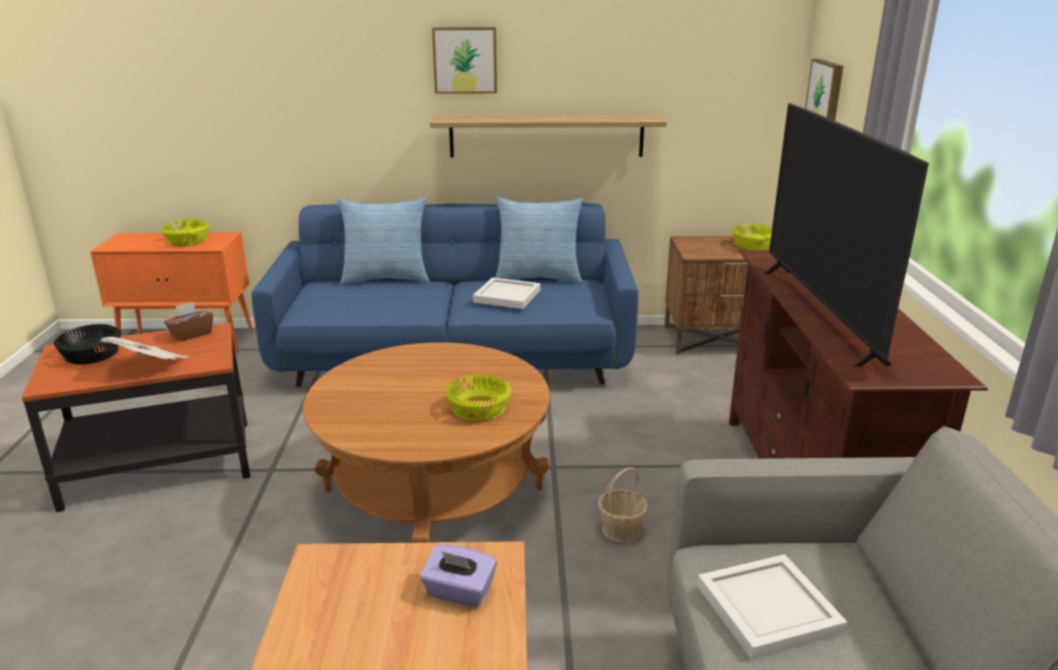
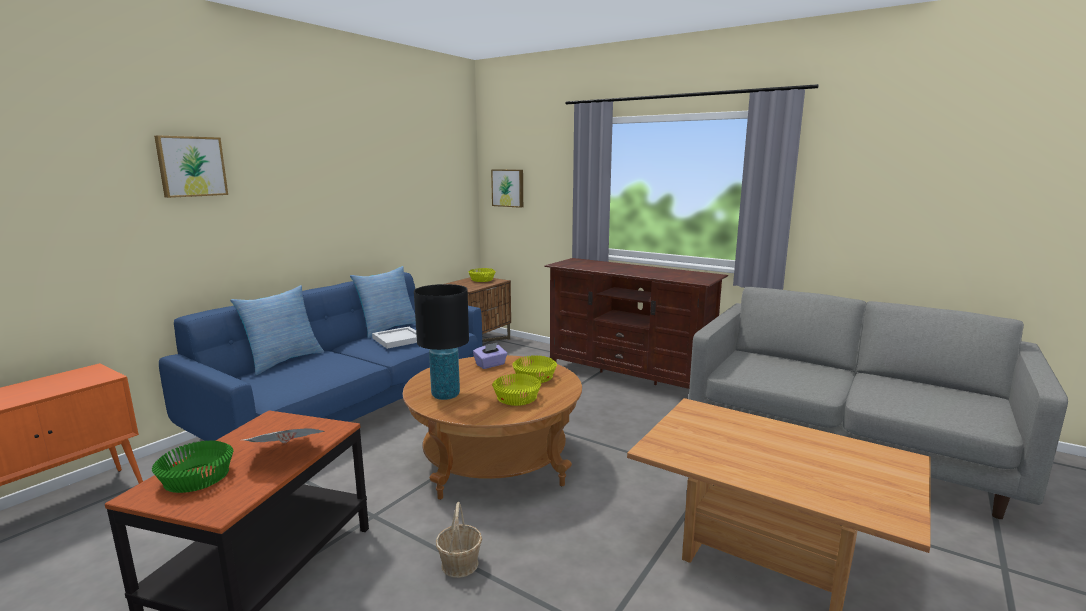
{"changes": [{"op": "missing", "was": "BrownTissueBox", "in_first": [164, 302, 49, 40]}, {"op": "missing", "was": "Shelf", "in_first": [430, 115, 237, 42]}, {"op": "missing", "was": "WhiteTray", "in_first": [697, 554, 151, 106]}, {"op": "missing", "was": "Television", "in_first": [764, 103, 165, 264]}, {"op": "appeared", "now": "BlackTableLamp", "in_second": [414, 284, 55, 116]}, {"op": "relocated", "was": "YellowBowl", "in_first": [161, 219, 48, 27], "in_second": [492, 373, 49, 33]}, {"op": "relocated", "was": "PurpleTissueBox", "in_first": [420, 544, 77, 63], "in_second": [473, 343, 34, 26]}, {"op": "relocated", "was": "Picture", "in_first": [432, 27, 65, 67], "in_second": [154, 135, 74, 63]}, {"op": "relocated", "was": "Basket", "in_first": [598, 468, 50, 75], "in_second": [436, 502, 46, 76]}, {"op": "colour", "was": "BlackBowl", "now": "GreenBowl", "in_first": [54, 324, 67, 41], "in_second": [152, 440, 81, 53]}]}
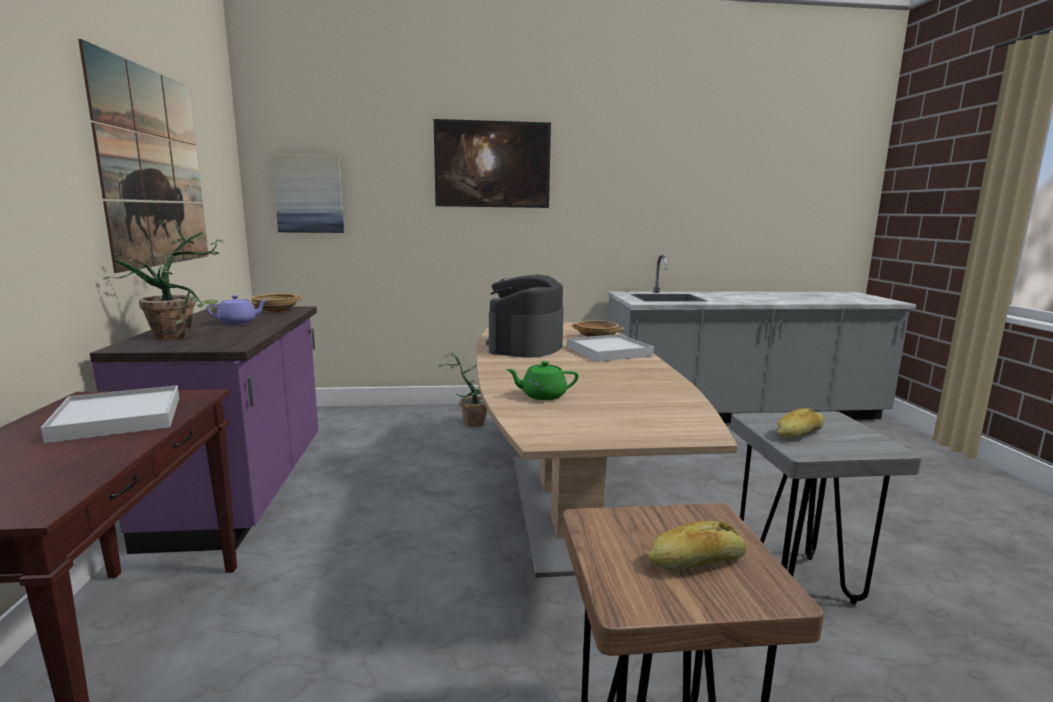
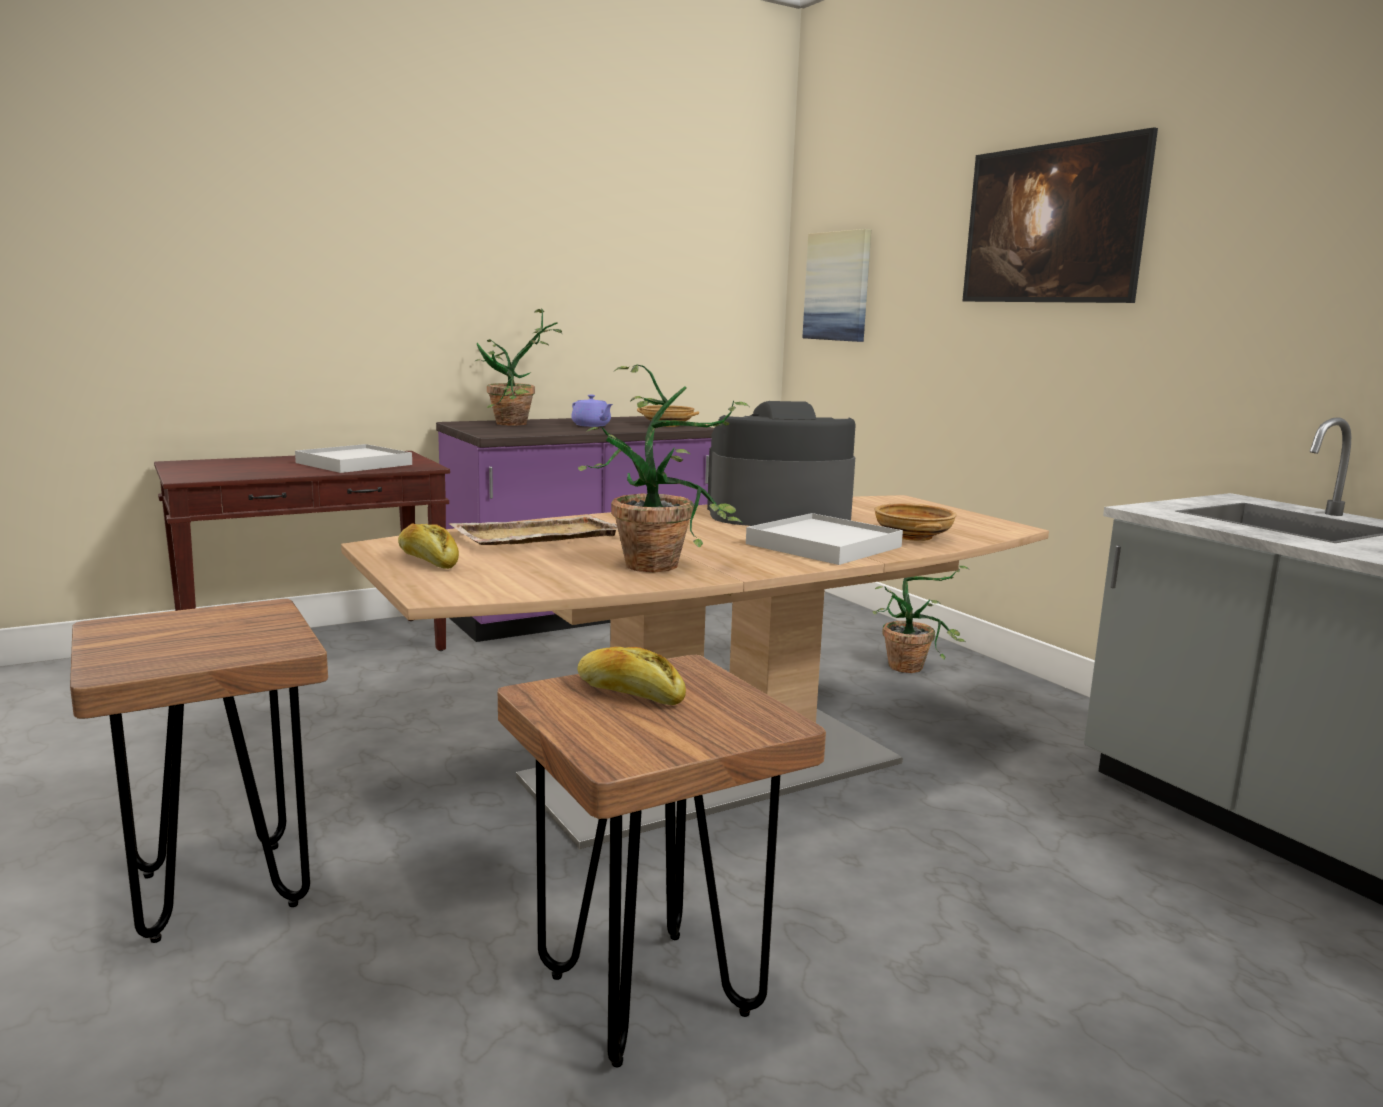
{"changes": [{"op": "missing", "was": "Picture", "in_first": [78, 39, 131, 234]}, {"op": "appeared", "now": "PottedPlant", "in_second": [578, 365, 172, 207]}, {"op": "relocated", "was": "Bread", "in_first": [648, 521, 98, 49], "in_second": [398, 523, 61, 46]}, {"op": "exchanged", "was": "GreenTeapot", "now": "BeigeTray", "in_first": [506, 361, 72, 39], "in_second": [450, 515, 168, 30]}, {"op": "colour", "was": "GreyStool", "now": "BrownStool", "in_first": [730, 411, 192, 193], "in_second": [498, 655, 328, 413]}]}
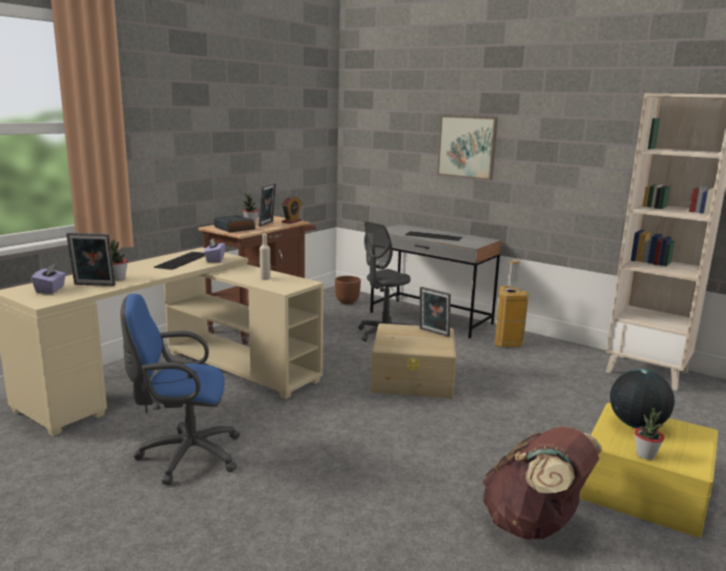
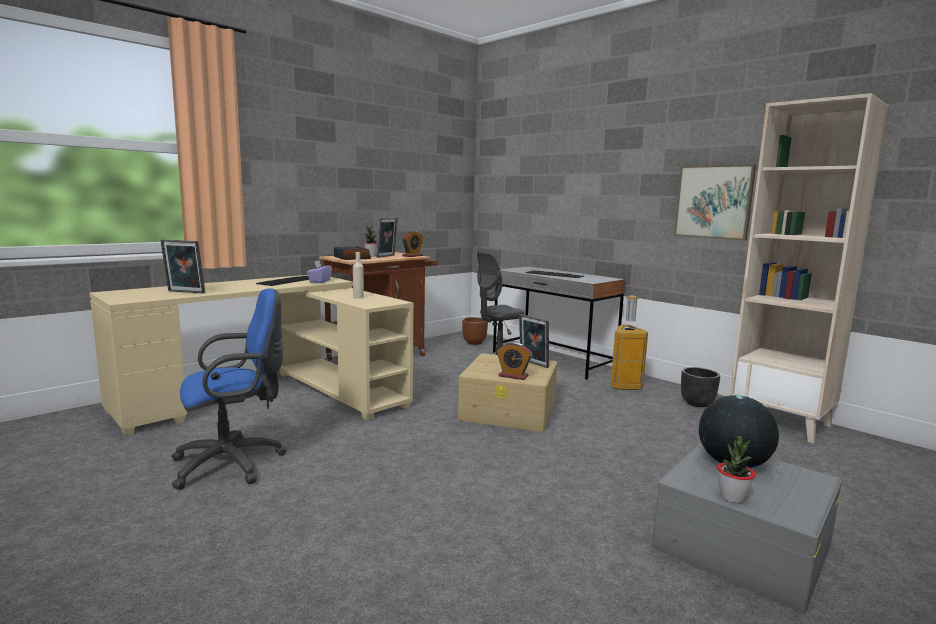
{"changes": [{"op": "missing", "was": "PurpleTissueBox", "in_first": [31, 264, 35, 29]}, {"op": "missing", "was": "PottedPlant", "in_first": [110, 239, 18, 41]}, {"op": "missing", "was": "BrownBackpack", "in_first": [482, 427, 120, 113]}, {"op": "appeared", "now": "AlarmClock", "in_second": [497, 342, 35, 38]}, {"op": "appeared", "now": "BlackPlanter", "in_second": [681, 367, 39, 40]}, {"op": "relocated", "was": "Picture", "in_first": [437, 115, 61, 65], "in_second": [674, 164, 82, 76]}, {"op": "colour", "was": "YellowStorageBox", "now": "GreyStorageBox", "in_first": [580, 403, 138, 135], "in_second": [652, 443, 190, 170]}, {"op": "spun", "was": "BlueOfficeChair", "in_first": [120, 294, 120, 191], "in_second": [171, 288, 116, 202], "clockwise": 150}]}
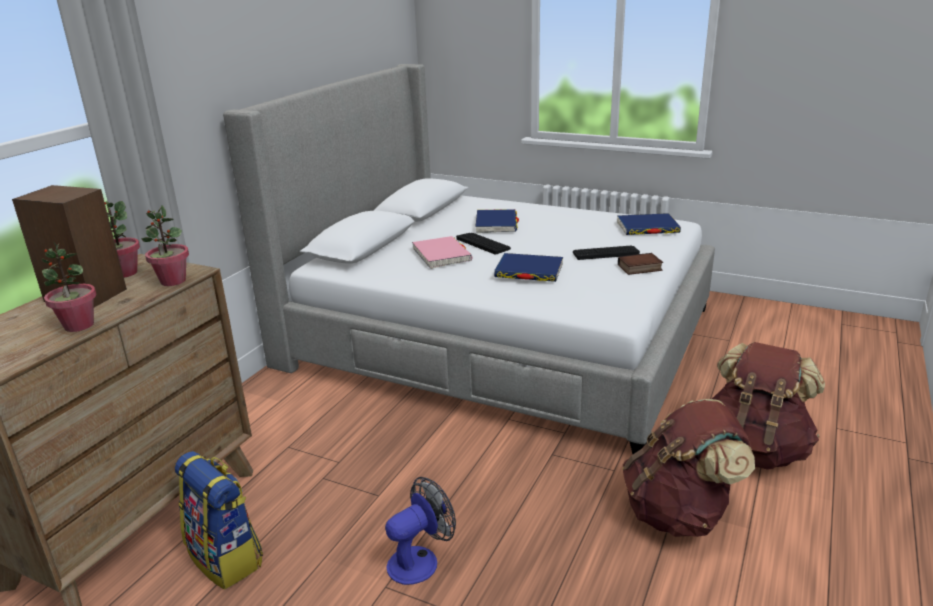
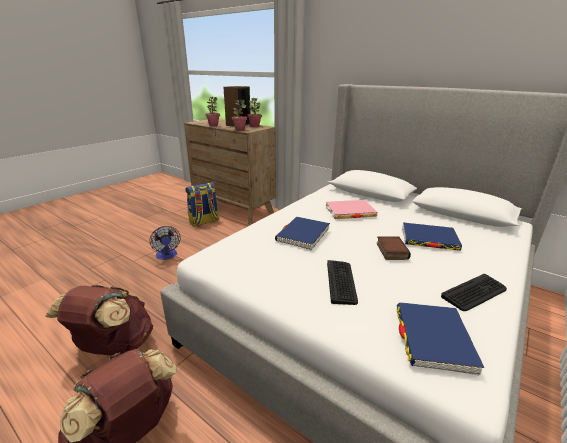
{"changes": [{"op": "relocated", "was": "Keyboard", "in_first": [456, 233, 55, 22], "in_second": [441, 274, 66, 37]}, {"op": "relocated", "was": "Book", "in_first": [618, 253, 45, 22], "in_second": [376, 237, 35, 23]}]}
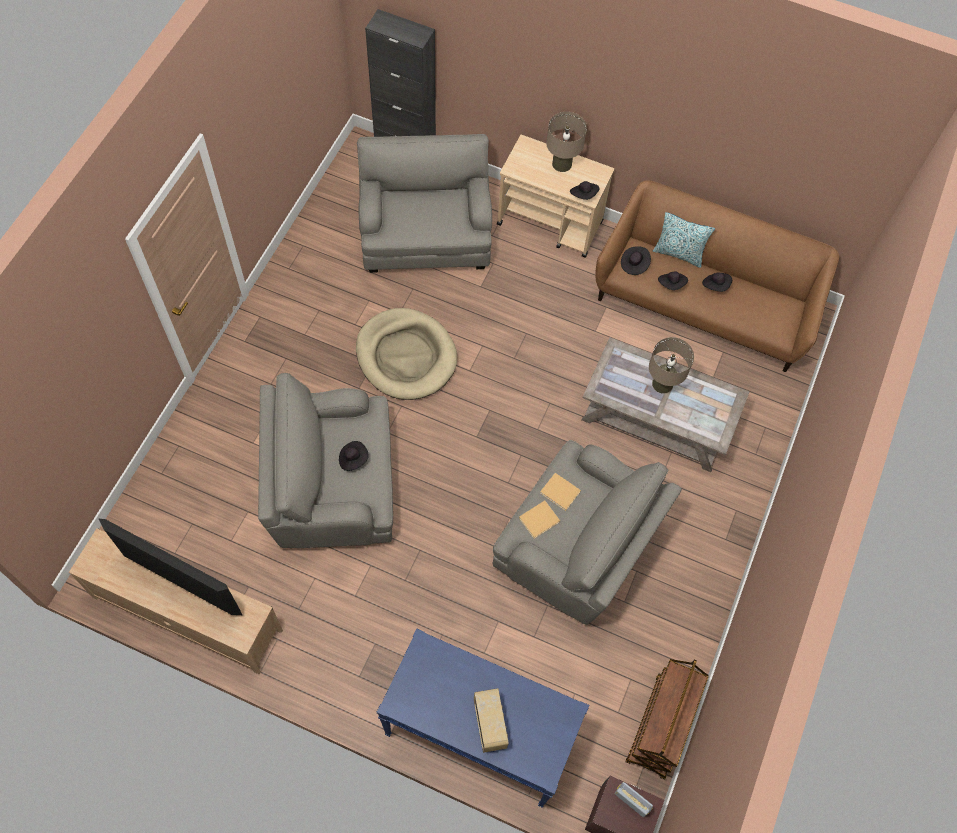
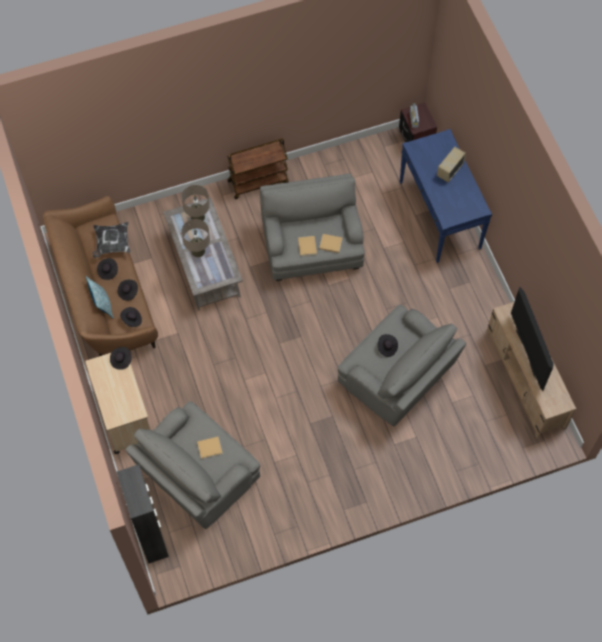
{"changes": [{"op": "missing", "was": "BeigeDogBed", "in_first": [356, 308, 101, 92]}, {"op": "appeared", "now": "Pillow", "in_second": [93, 222, 38, 36]}, {"op": "appeared", "now": "BeigeBook", "in_second": [197, 437, 26, 22]}, {"op": "relocated", "was": "BeigeTableLamp", "in_first": [546, 112, 41, 60], "in_second": [182, 185, 28, 36]}, {"op": "relocated", "was": "BrownCart", "in_first": [625, 659, 84, 121], "in_second": [227, 139, 62, 60]}]}
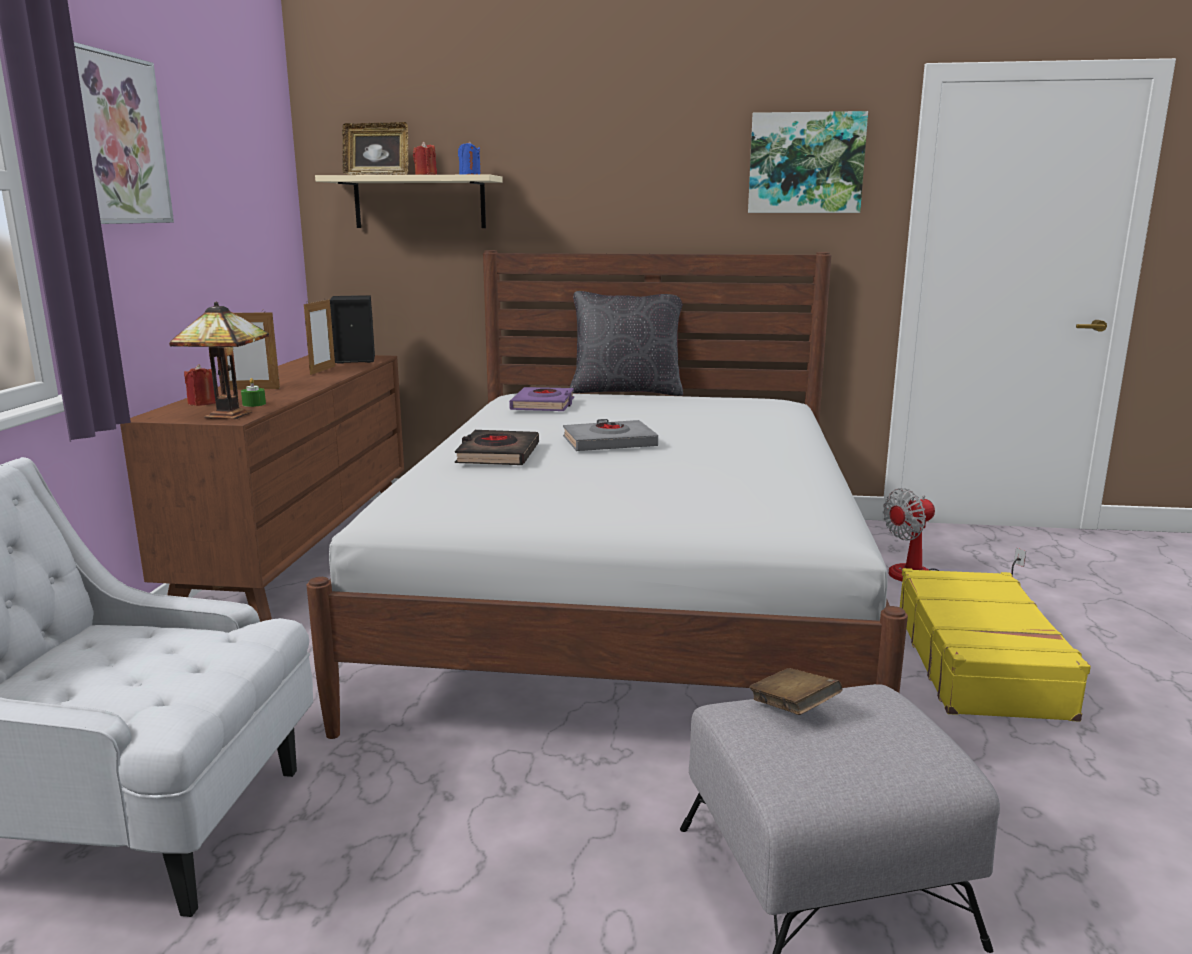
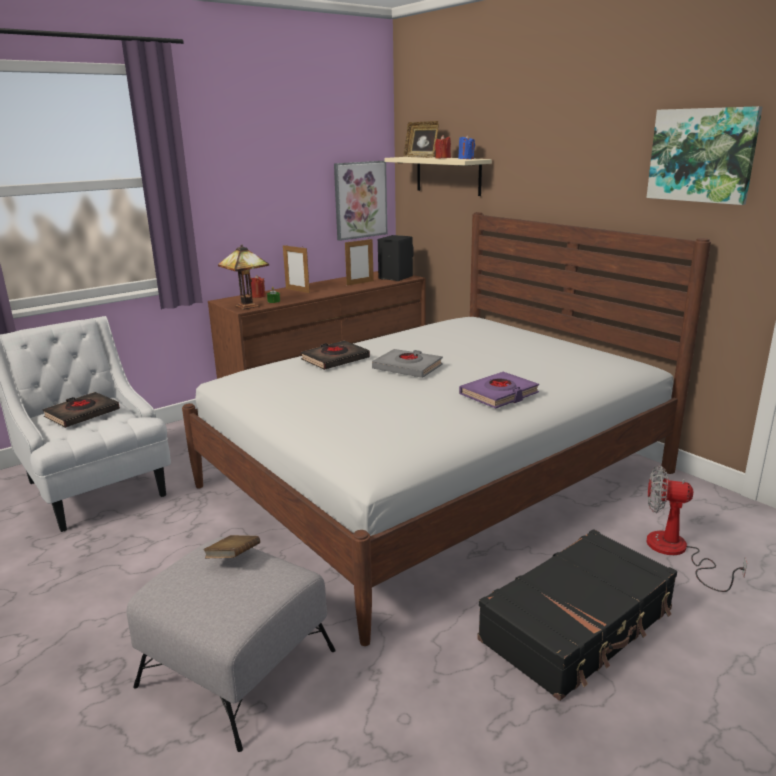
{"changes": [{"op": "missing", "was": "BlackPillow", "in_first": [570, 291, 113, 105]}, {"op": "appeared", "now": "BlackBook", "in_second": [42, 392, 78, 36]}, {"op": "relocated", "was": "Picture", "in_first": [74, 42, 100, 182], "in_second": [334, 161, 53, 80]}, {"op": "relocated", "was": "PurpleBook", "in_first": [509, 387, 65, 24], "in_second": [459, 372, 80, 37]}, {"op": "colour", "was": "YellowSuitcase", "now": "BlackSuitcase", "in_first": [900, 568, 191, 154], "in_second": [477, 529, 200, 172]}]}
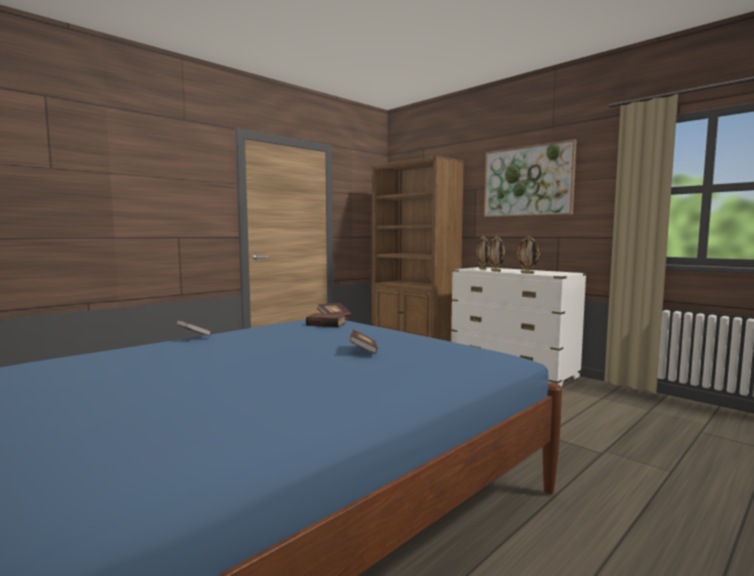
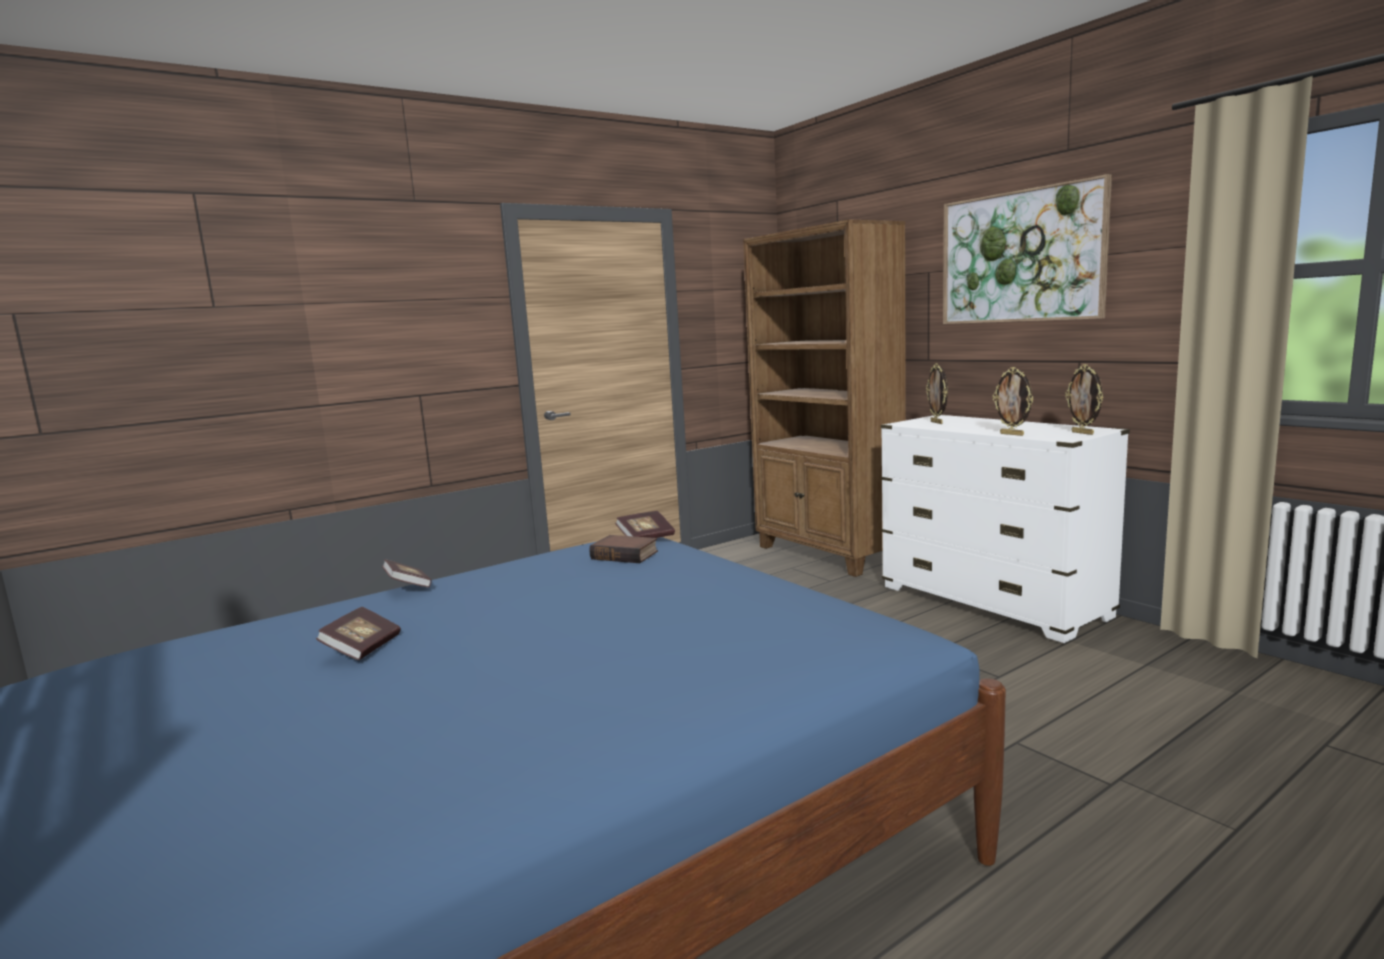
{"changes": [{"op": "relocated", "was": "Book", "in_first": [349, 329, 29, 25], "in_second": [316, 607, 85, 54]}, {"op": "relocated", "was": "PictureFrame", "in_first": [488, 236, 17, 36], "in_second": [1065, 364, 38, 71]}]}
